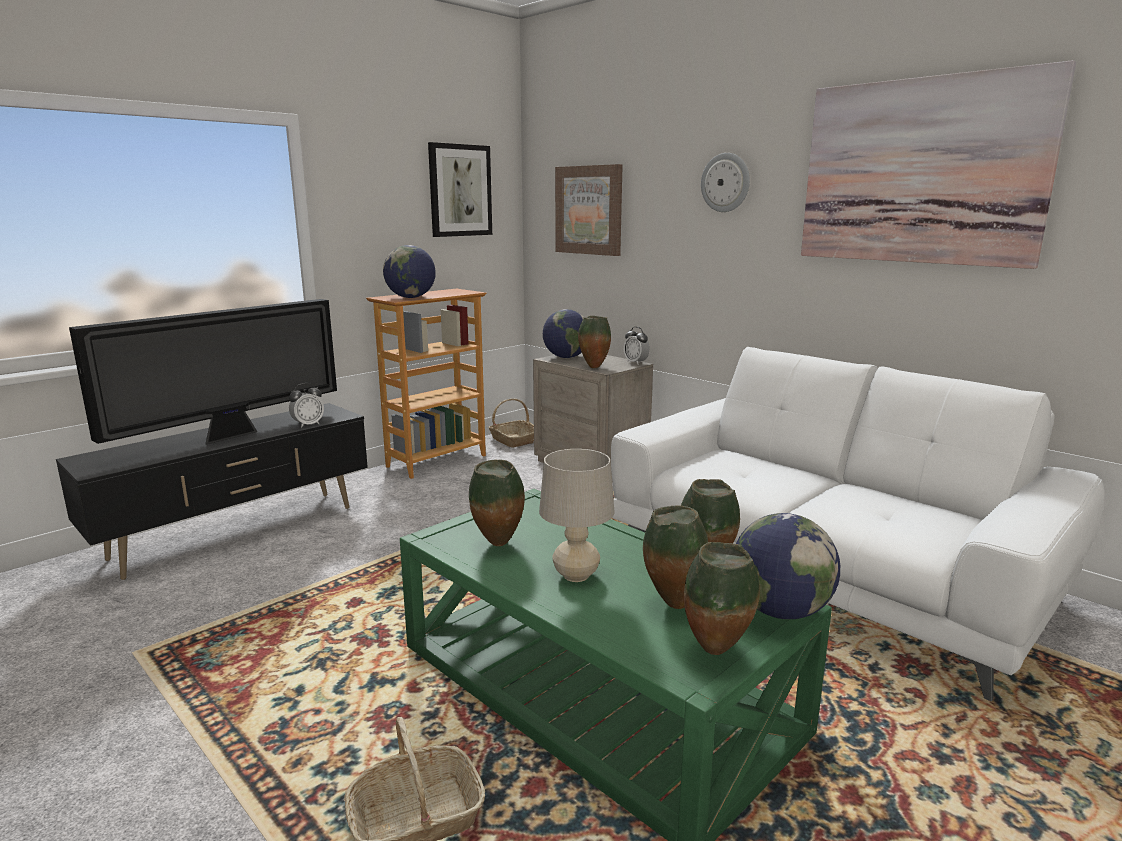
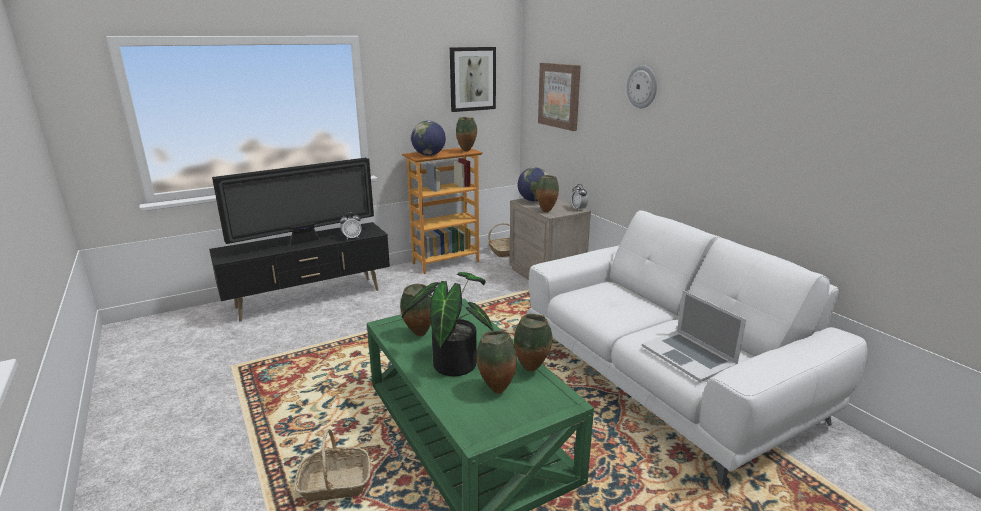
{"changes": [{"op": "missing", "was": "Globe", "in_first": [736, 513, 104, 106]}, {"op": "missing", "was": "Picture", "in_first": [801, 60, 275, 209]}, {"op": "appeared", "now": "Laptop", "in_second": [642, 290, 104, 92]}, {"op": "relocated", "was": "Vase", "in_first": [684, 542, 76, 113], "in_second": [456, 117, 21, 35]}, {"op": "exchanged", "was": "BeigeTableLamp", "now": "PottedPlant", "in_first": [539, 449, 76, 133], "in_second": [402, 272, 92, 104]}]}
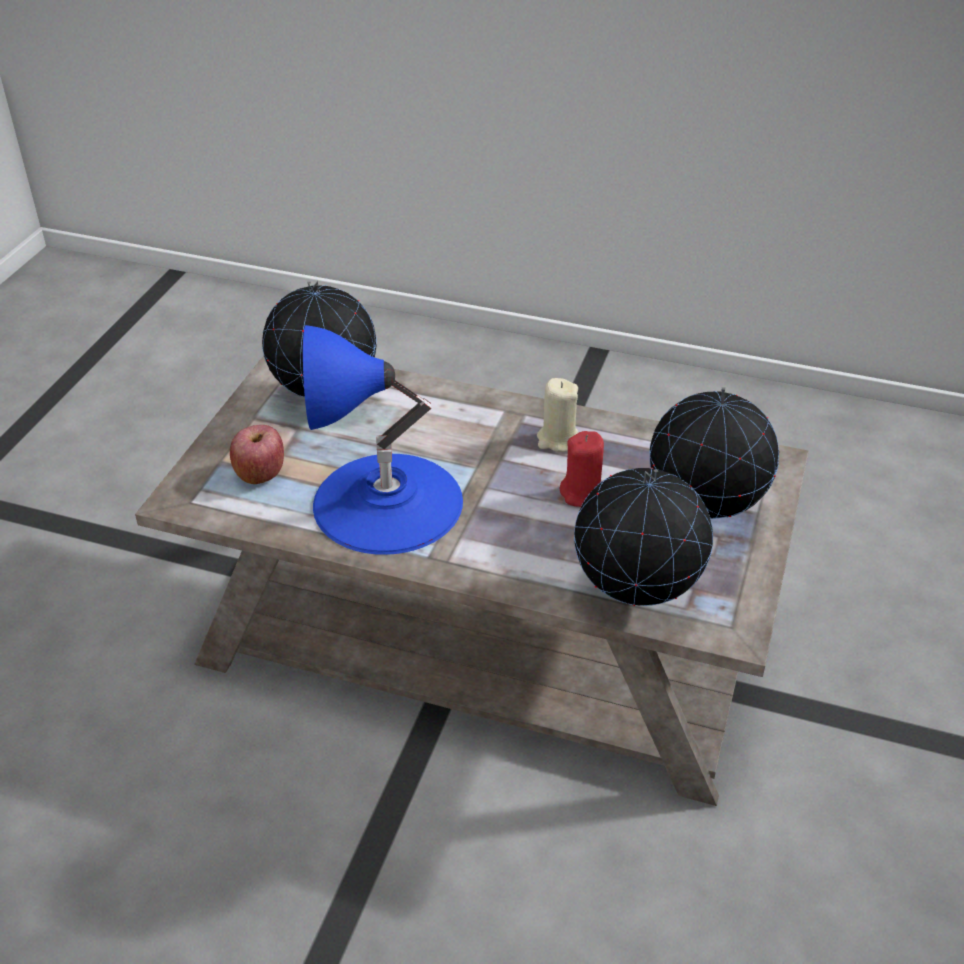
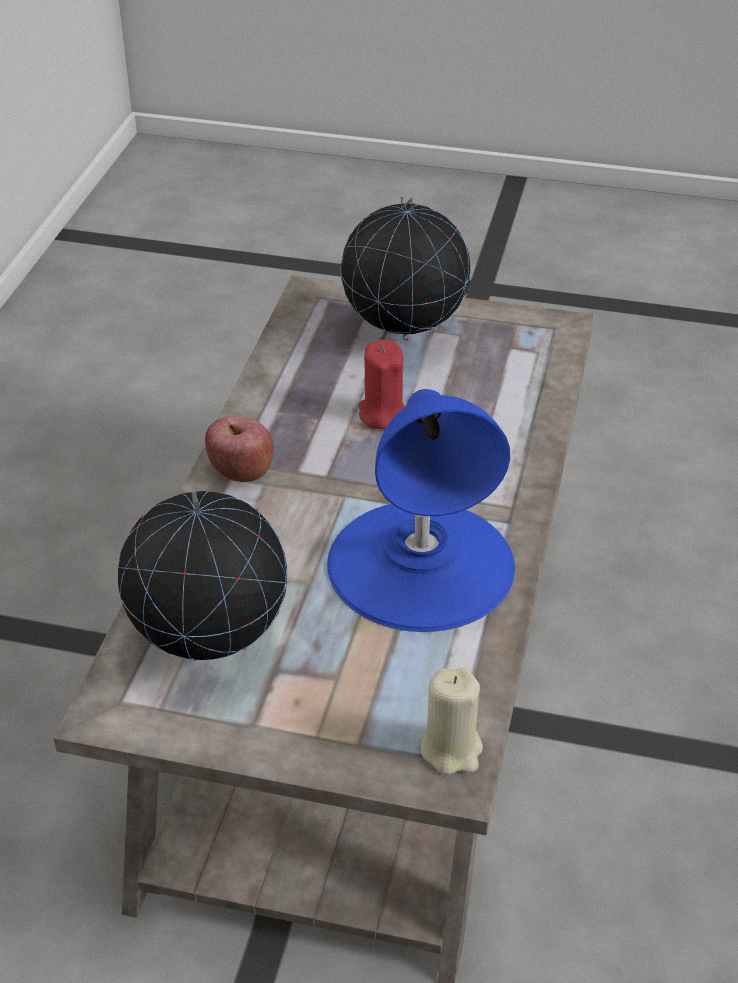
{"changes": [{"op": "missing", "was": "Globe", "in_first": [574, 468, 139, 138]}, {"op": "relocated", "was": "Apple", "in_first": [230, 425, 54, 59], "in_second": [205, 416, 69, 66]}, {"op": "relocated", "was": "BeigeCandle", "in_first": [537, 378, 42, 74], "in_second": [421, 668, 62, 107]}]}
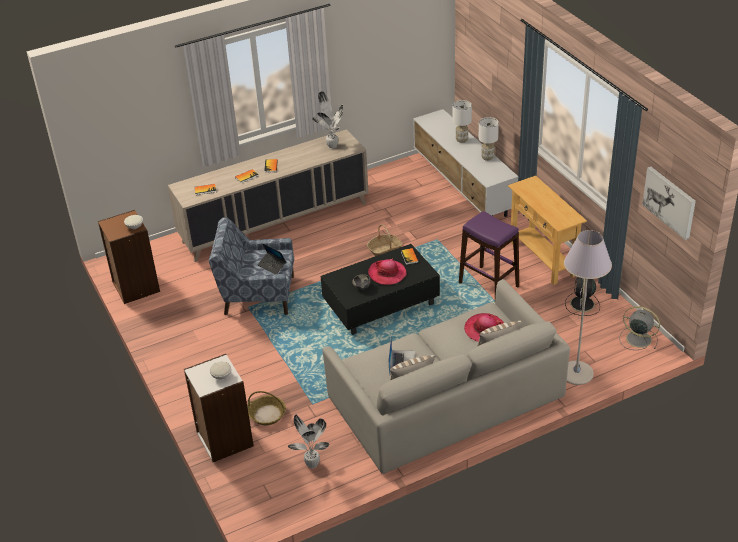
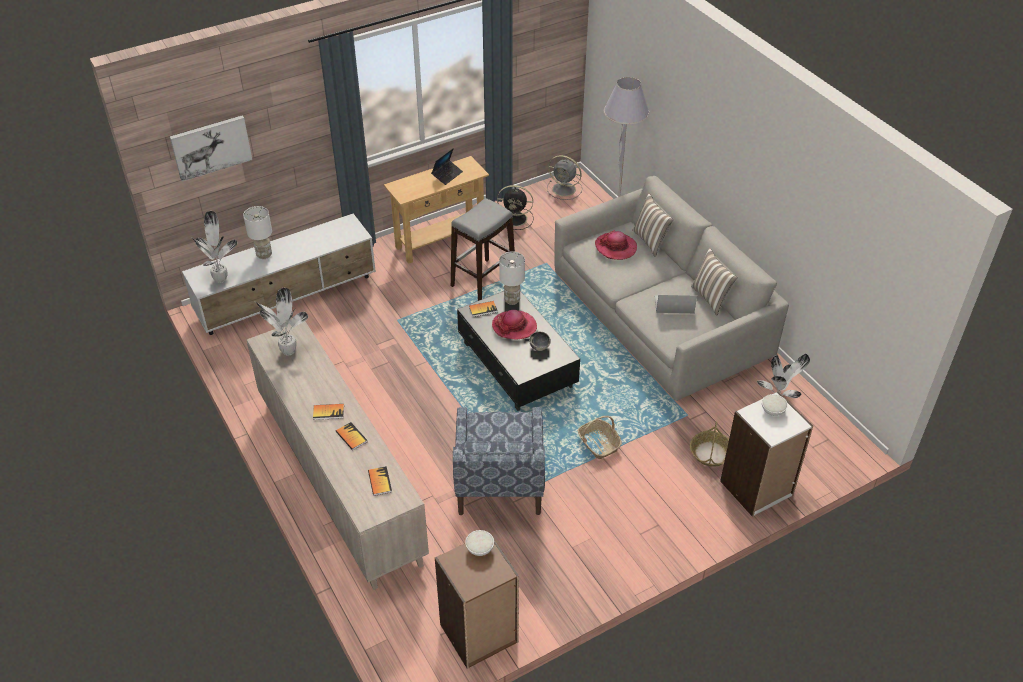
{"changes": [{"op": "appeared", "now": "PottedPlant", "in_second": [193, 211, 44, 72]}, {"op": "relocated", "was": "Laptop", "in_first": [258, 243, 28, 31], "in_second": [431, 148, 32, 37]}, {"op": "relocated", "was": "Basket", "in_first": [367, 224, 36, 32], "in_second": [578, 416, 44, 43]}, {"op": "relocated", "was": "WhiteTableLamp", "in_first": [479, 117, 20, 44], "in_second": [499, 251, 26, 54]}, {"op": "relocated", "was": "Picture", "in_first": [642, 167, 54, 73], "in_second": [170, 115, 82, 66]}, {"op": "colour", "was": "PurpleStool", "now": "GreyStool", "in_first": [459, 211, 60, 86], "in_second": [451, 198, 64, 103]}, {"op": "spun", "was": "GreyFan", "in_first": [619, 306, 41, 44], "in_second": [547, 155, 35, 45], "clockwise": -90}]}
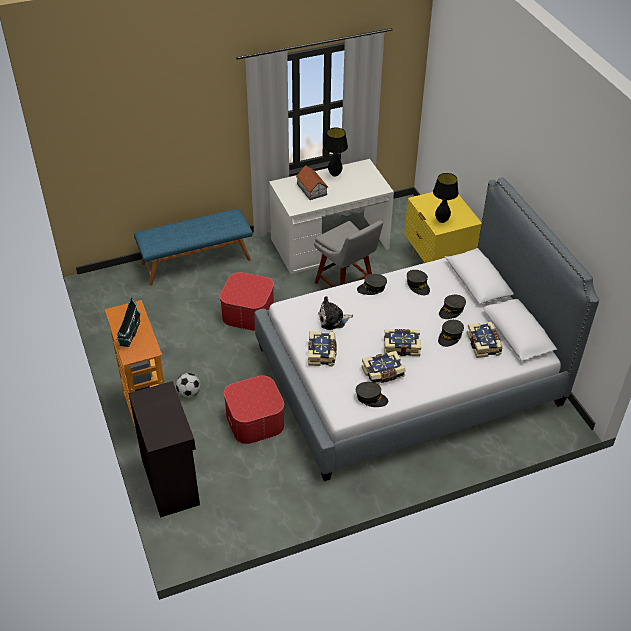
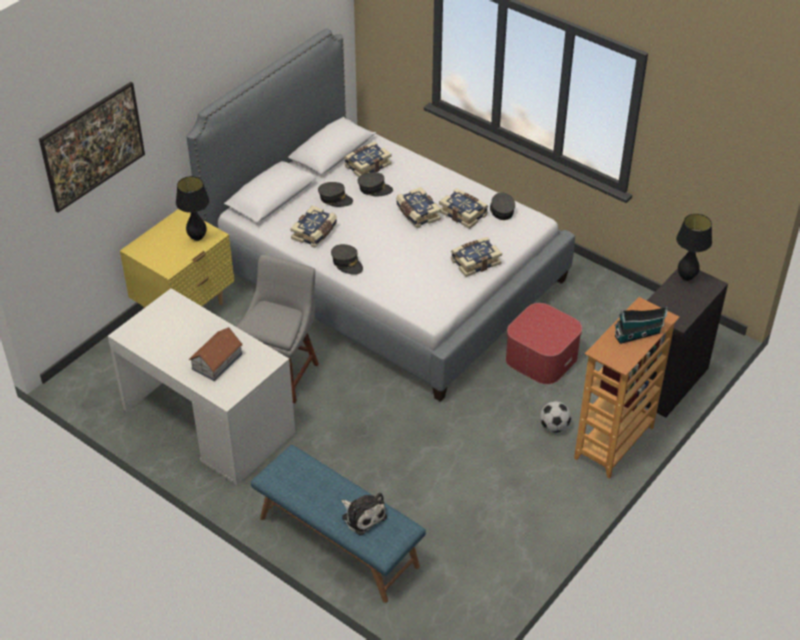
{"changes": [{"op": "missing", "was": "Ottoman", "in_first": [220, 272, 54, 59]}, {"op": "appeared", "now": "Picture", "in_second": [39, 82, 106, 131]}, {"op": "relocated", "was": "PlushToy", "in_first": [318, 296, 35, 34], "in_second": [341, 493, 46, 42]}, {"op": "relocated", "was": "BlackTableLamp", "in_first": [324, 128, 24, 49], "in_second": [676, 214, 36, 67]}, {"op": "exchanged", "was": "GreyCap", "now": "Book", "in_first": [407, 270, 23, 25], "in_second": [290, 206, 47, 42]}]}
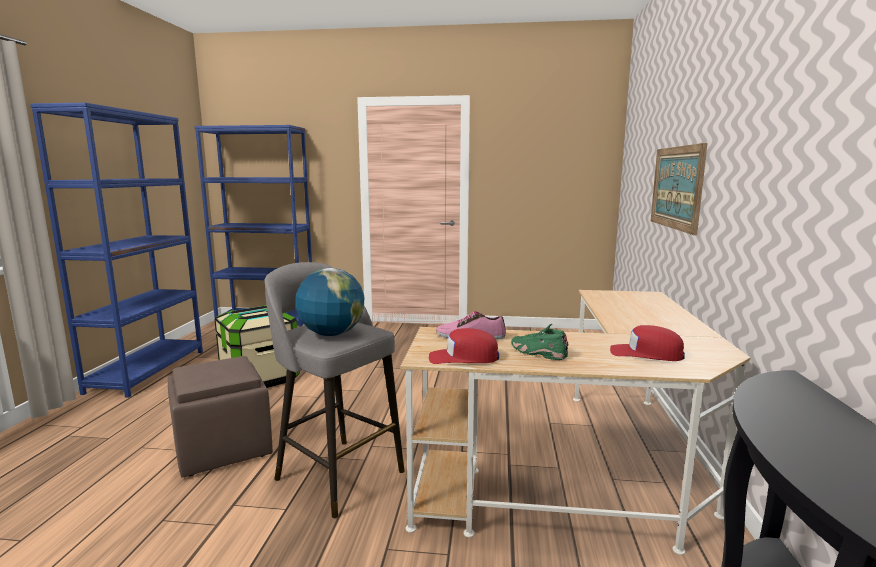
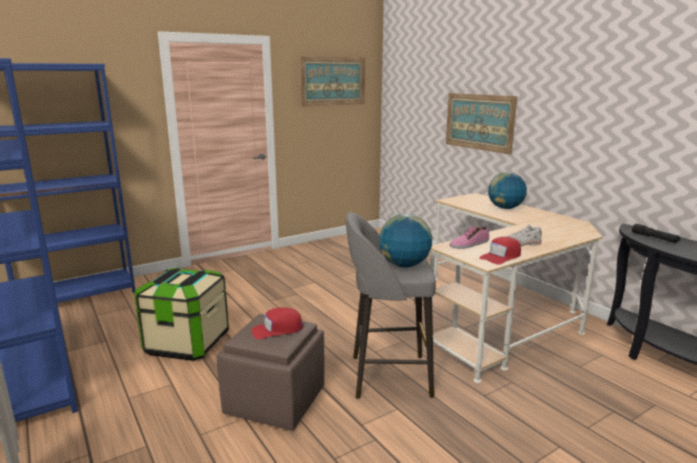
{"changes": [{"op": "appeared", "now": "Picture", "in_second": [300, 57, 65, 50]}, {"op": "appeared", "now": "Globe", "in_second": [488, 172, 39, 37]}, {"op": "appeared", "now": "BlackFlashlight", "in_second": [632, 224, 49, 19]}, {"op": "relocated", "was": "RedCap", "in_first": [610, 325, 75, 36], "in_second": [251, 307, 52, 32]}, {"op": "colour", "was": "GreenShoe", "now": "WhiteShoe", "in_first": [511, 324, 57, 36], "in_second": [505, 224, 37, 22]}]}
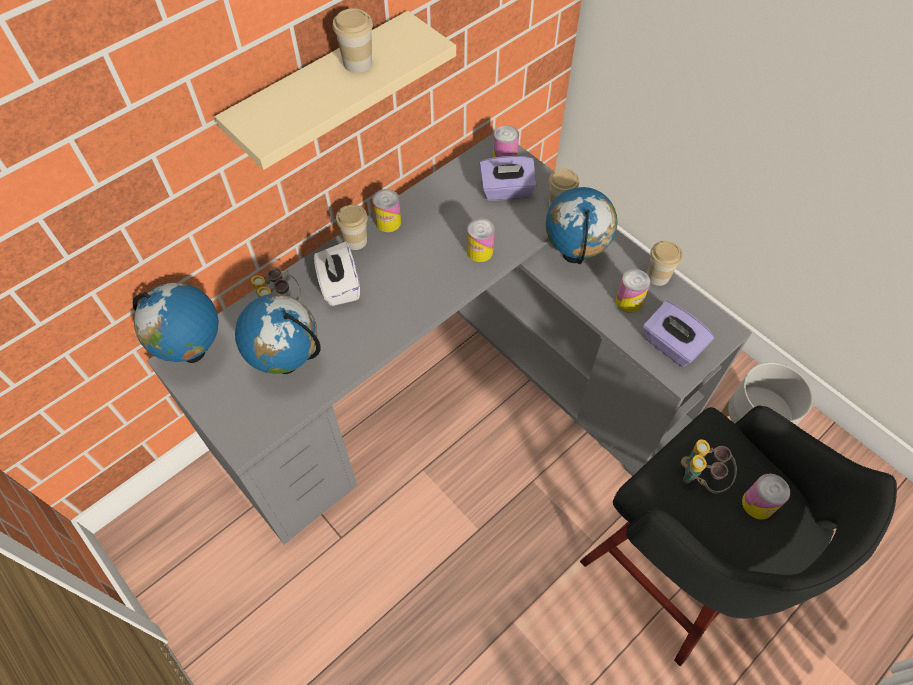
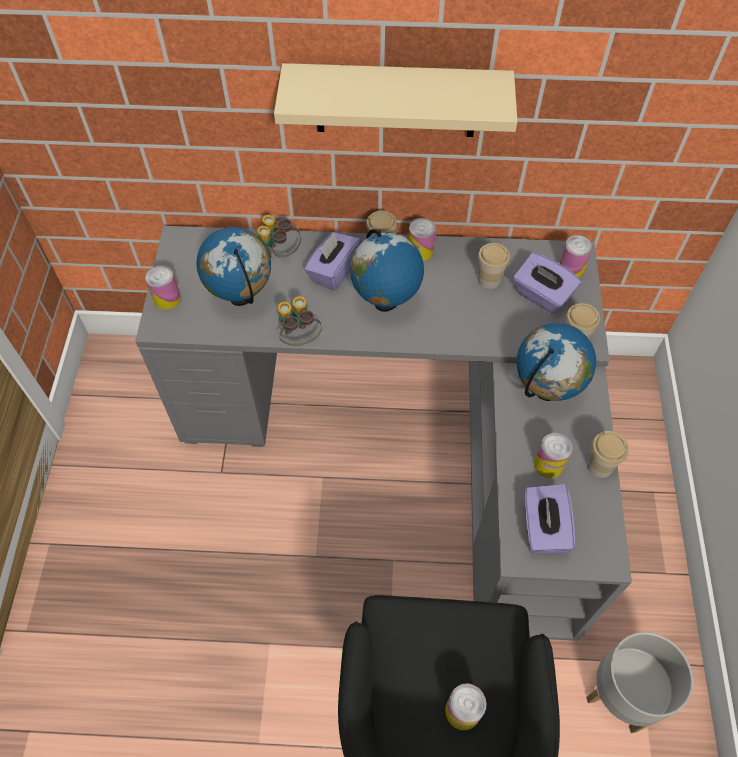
{"changes": [{"op": "relocated", "was": "Globe", "in_first": [133, 283, 86, 80], "in_second": [350, 229, 74, 83]}, {"op": "relocated", "was": "Cup", "in_first": [333, 8, 40, 65], "in_second": [478, 243, 32, 46]}, {"op": "relocated", "was": "Can", "in_first": [467, 218, 28, 44], "in_second": [145, 265, 36, 45]}, {"op": "relocated", "was": "Binoculars", "in_first": [681, 439, 56, 54], "in_second": [278, 296, 44, 50]}, {"op": "colour", "was": "WhiteTissueBox", "now": "PurpleTissueBox", "in_first": [314, 242, 46, 64], "in_second": [304, 232, 58, 59]}]}
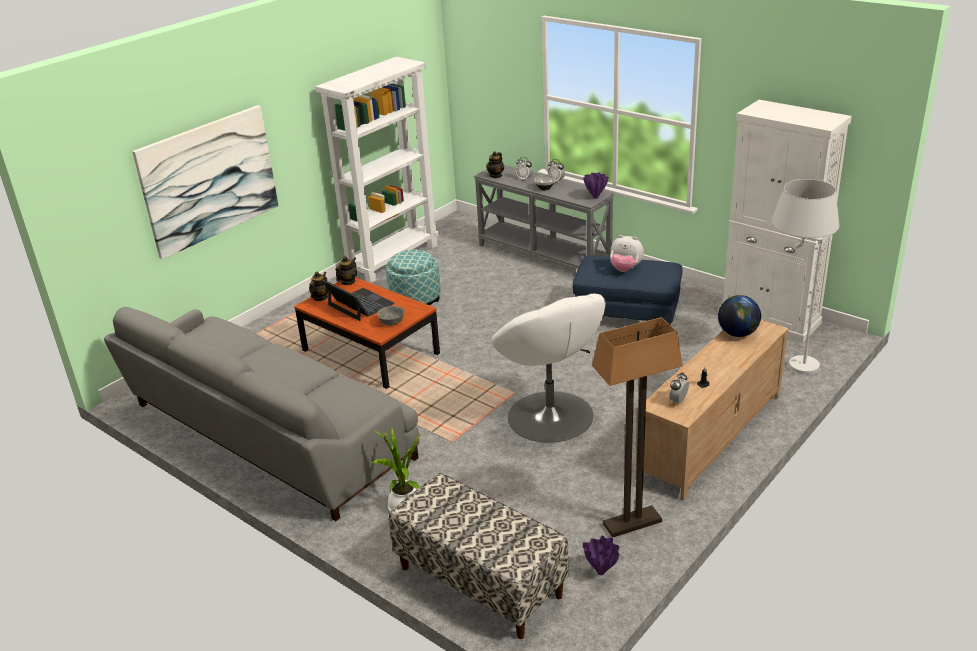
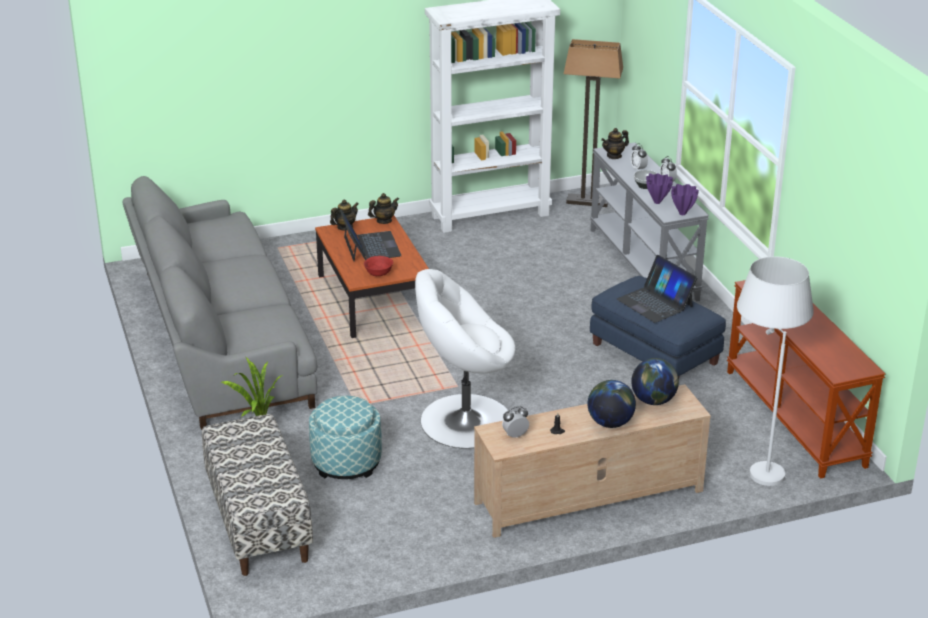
{"changes": [{"op": "missing", "was": "Picture", "in_first": [132, 105, 147, 154]}, {"op": "appeared", "now": "Globe", "in_second": [588, 380, 48, 48]}, {"op": "relocated", "was": "Ottoman", "in_first": [386, 249, 55, 56], "in_second": [309, 396, 73, 83]}, {"op": "relocated", "was": "PurpleVase", "in_first": [583, 536, 37, 39], "in_second": [646, 173, 27, 31]}, {"op": "relocated", "was": "FloorLamp", "in_first": [592, 317, 91, 221], "in_second": [564, 39, 59, 168]}, {"op": "exchanged", "was": "PlushToy", "now": "Laptop", "in_first": [610, 235, 34, 37], "in_second": [617, 255, 80, 68]}, {"op": "exchanged", "was": "WhiteCabinet", "now": "BrownConsoleTable", "in_first": [723, 100, 129, 243], "in_second": [727, 280, 159, 199]}, {"op": "colour", "was": "GreyBowl", "now": "RedBowl", "in_first": [377, 306, 28, 20], "in_second": [364, 256, 29, 20]}, {"op": "spun", "was": "WhiteArmchair", "in_first": [491, 294, 114, 149], "in_second": [415, 269, 101, 180], "clockwise": 75}]}
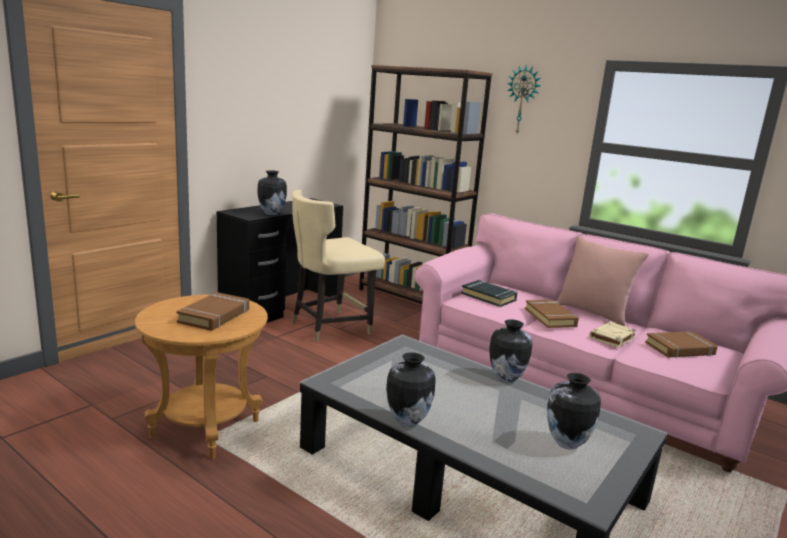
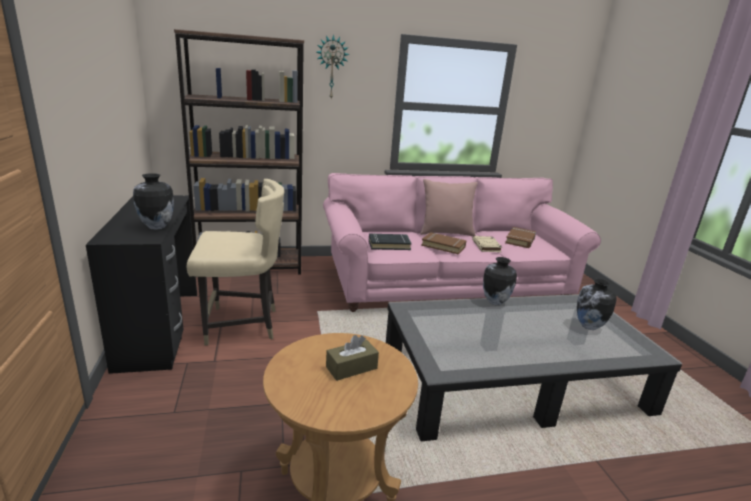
{"changes": [{"op": "missing", "was": "Vase", "in_first": [386, 352, 50, 75]}, {"op": "exchanged", "was": "BrownBook", "now": "BrownTissueBox", "in_first": [176, 292, 73, 39], "in_second": [326, 335, 53, 46]}, {"op": "spun", "was": "BeigeChair", "in_first": [292, 190, 93, 152], "in_second": [187, 179, 97, 167], "clockwise": -105}]}
